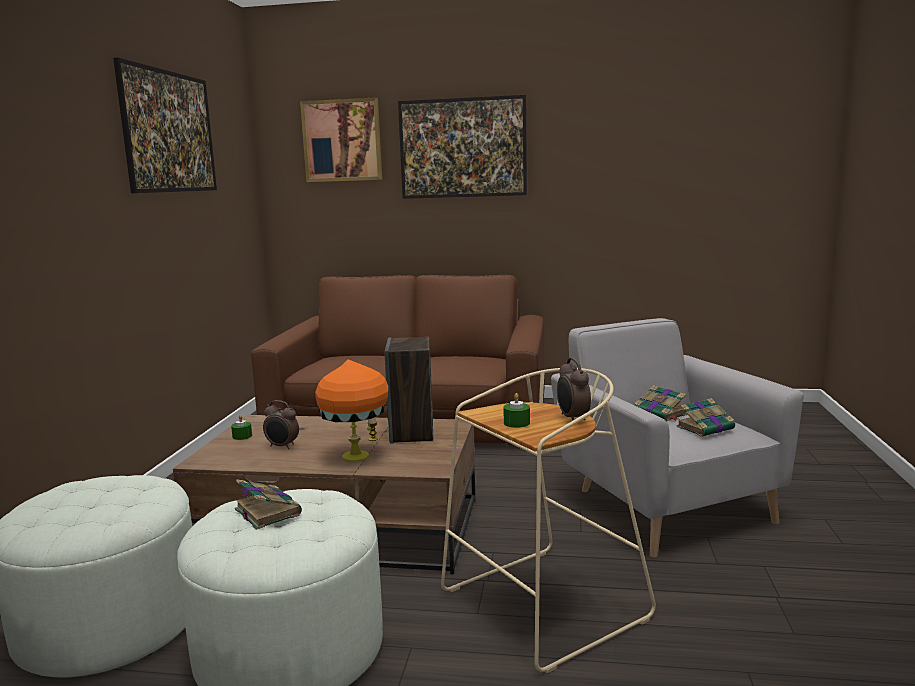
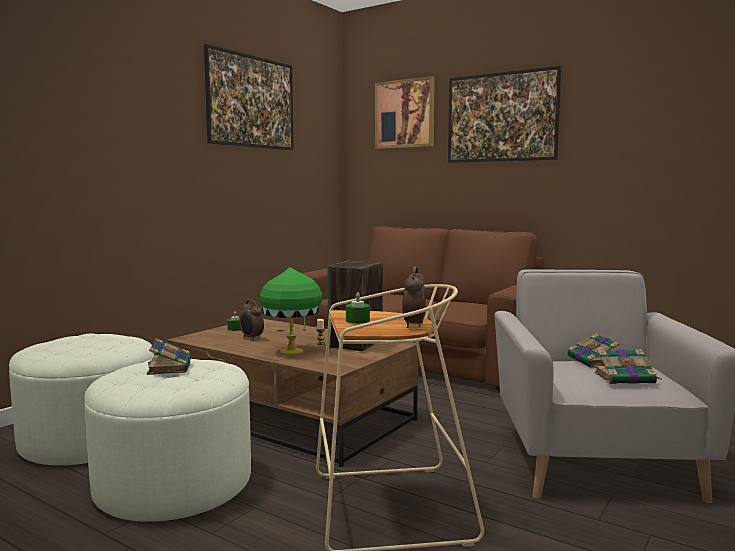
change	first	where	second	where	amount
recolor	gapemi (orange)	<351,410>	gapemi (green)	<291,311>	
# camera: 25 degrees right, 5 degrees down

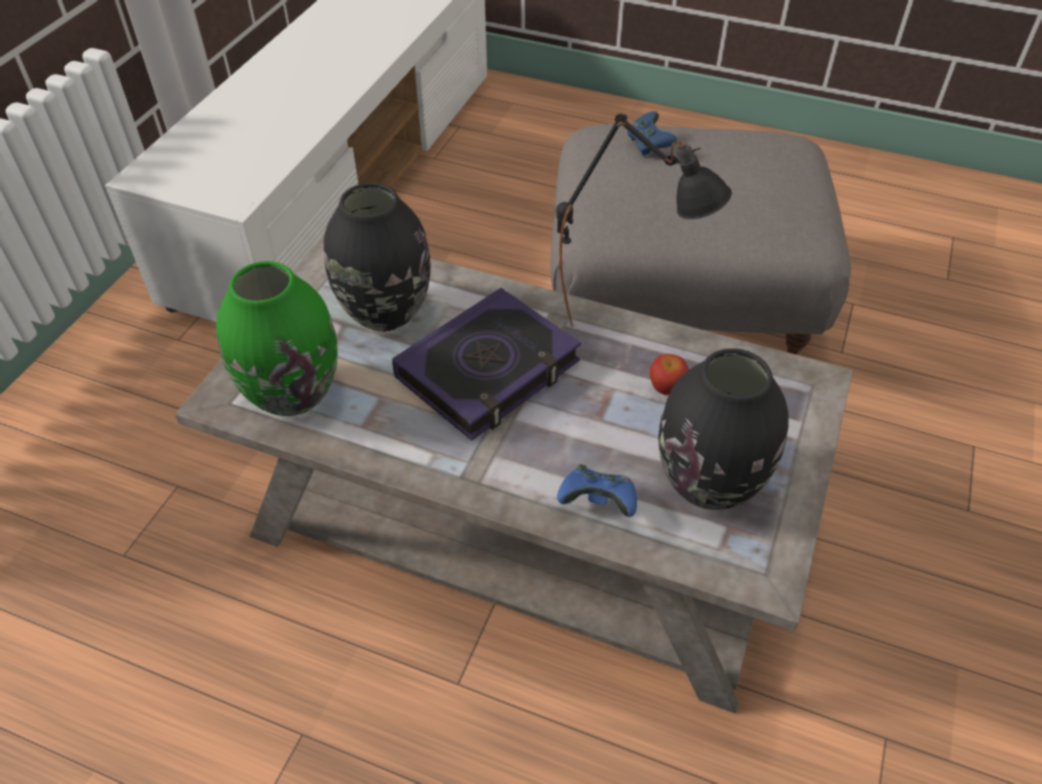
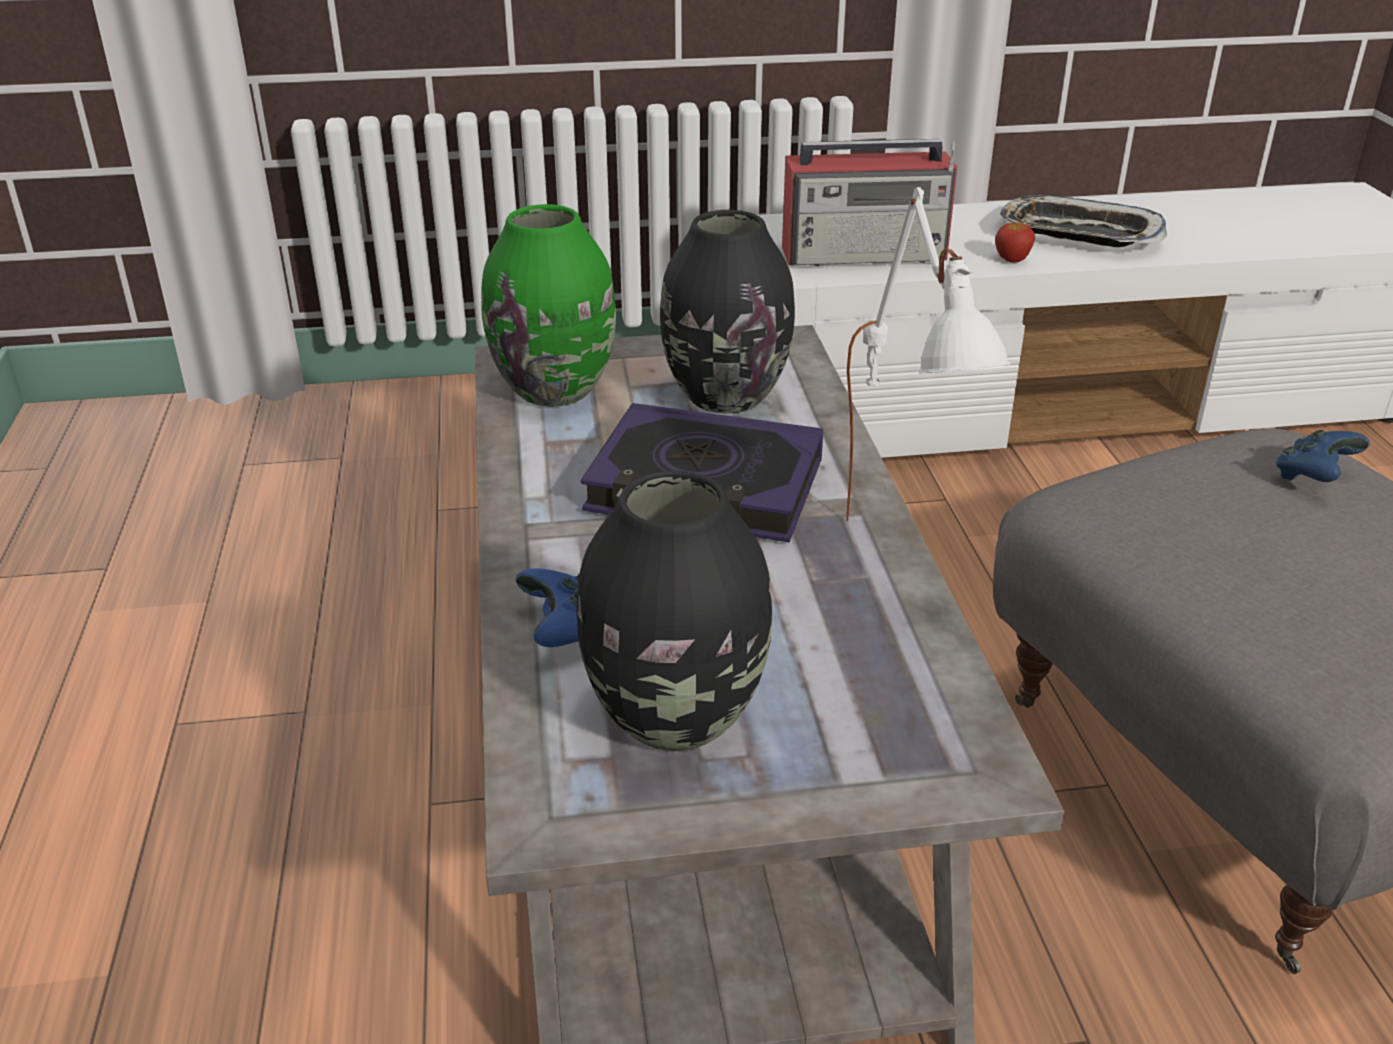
change	first	where	second	where	amount
insert			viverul	<869,202>	
insert			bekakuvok	<1082,221>	
move	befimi	<669,374>		<1015,243>	
recolor	gapemi (black)	<644,220>	gapemi (white)	<929,354>	
# camera: 60 degrees right, 15 degrees down

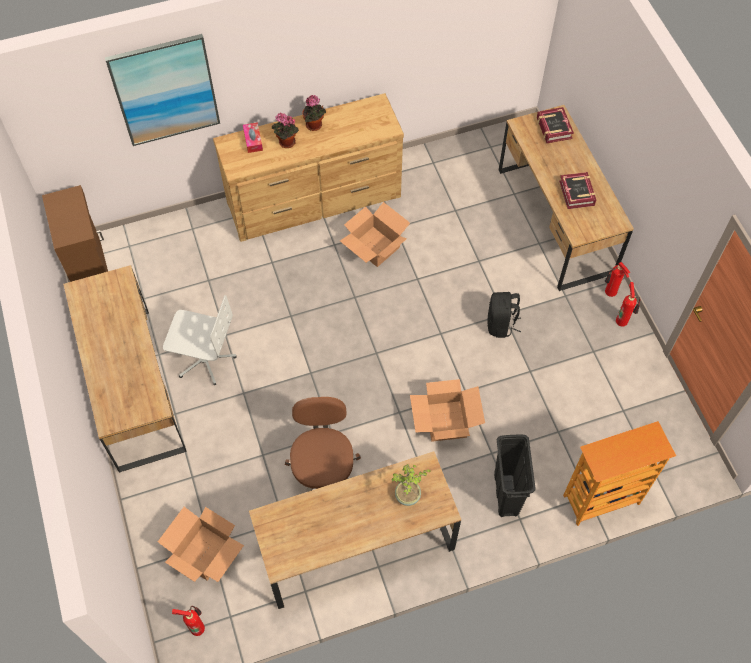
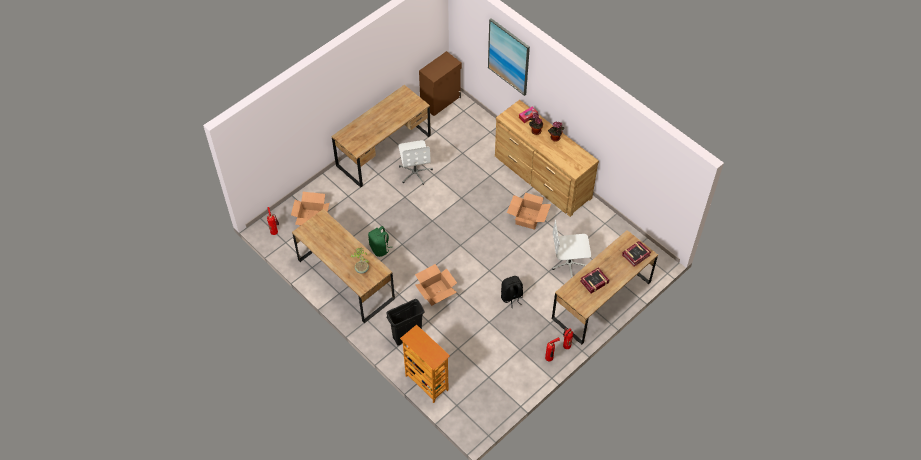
change	first	where	second	where	amount
insert			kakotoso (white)	<571,249>	
replace	kakotoso (brown)	<323,445>	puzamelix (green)	<379,241>	
# camera: 65 degrees right, 5 degrees down

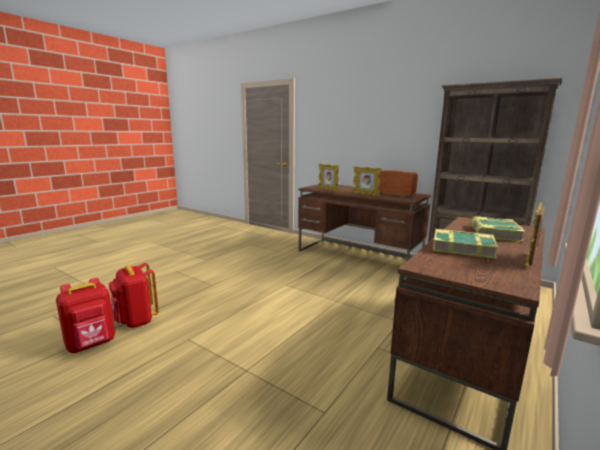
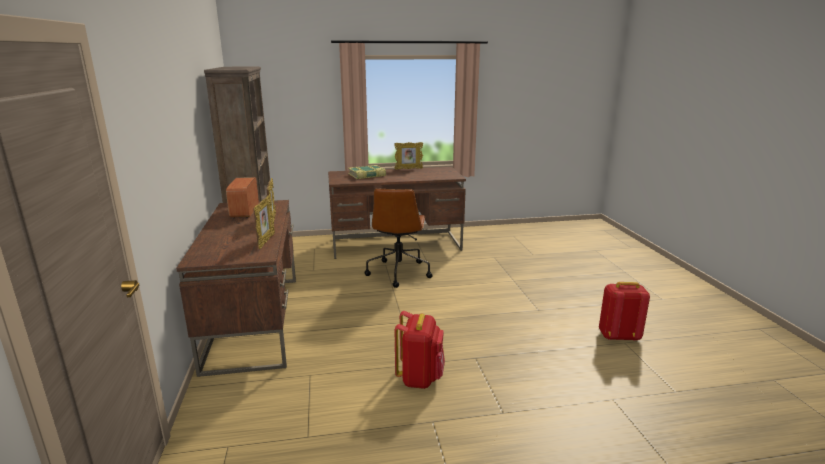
change	first	where	second	where	amount
delete	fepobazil	<466,244>			
insert			kakotoso (brown)	<398,238>	
move	puzamelix (red)	<134,295>		<420,350>	
# camera: 135 degrees left, 5 degrees up

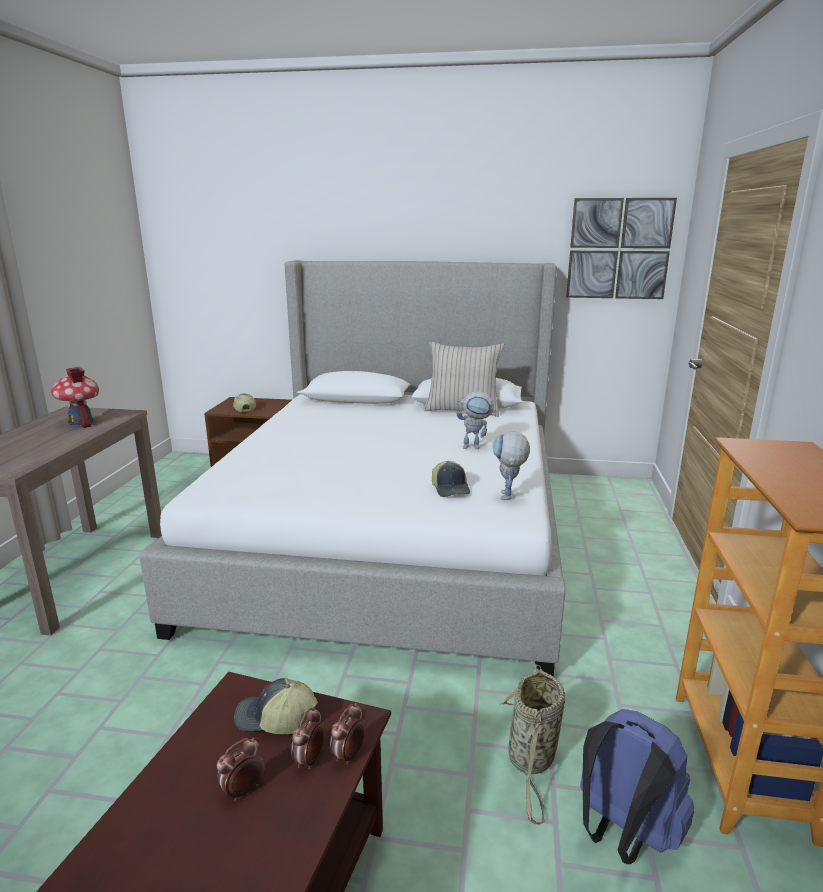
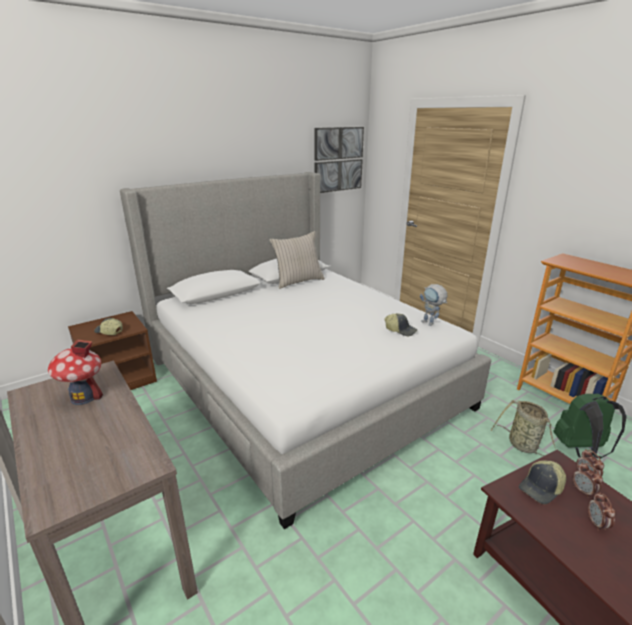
change	first	where	second	where	amount
delete	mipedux	<477,420>			
recolor	puzamelix (blue)	<637,786>	puzamelix (green)	<590,426>	
# camera: 45 degrees left, 5 degrees up

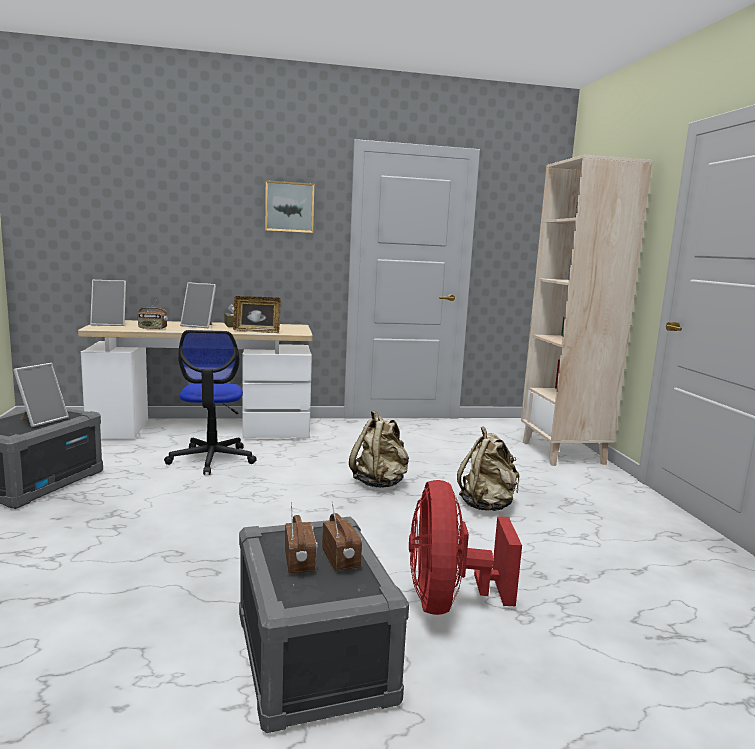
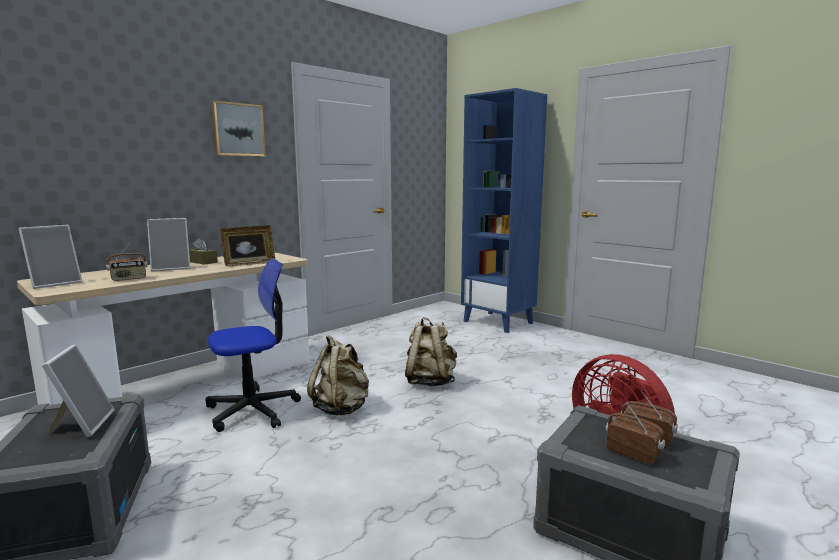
change	first	where	second	where	amount
move	puzamelix (beige)	<488,468>		<338,375>	
recolor	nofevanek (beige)	<587,310>	nofevanek (blue)	<504,210>	
rotate	kakotoso	<210,402>		<253,345>	75 degrees counterclockwise
# camera: 35 degrees left, 0 degrees up

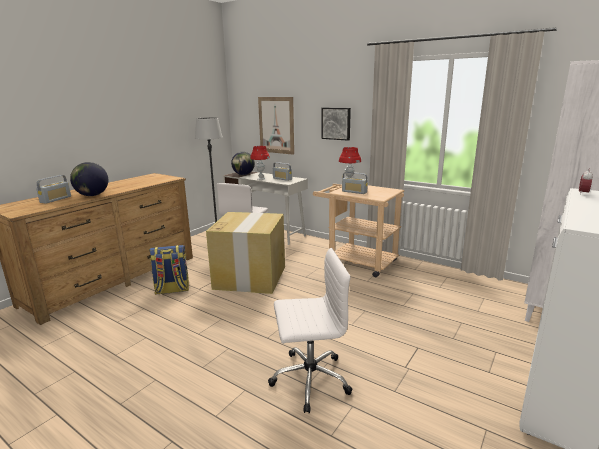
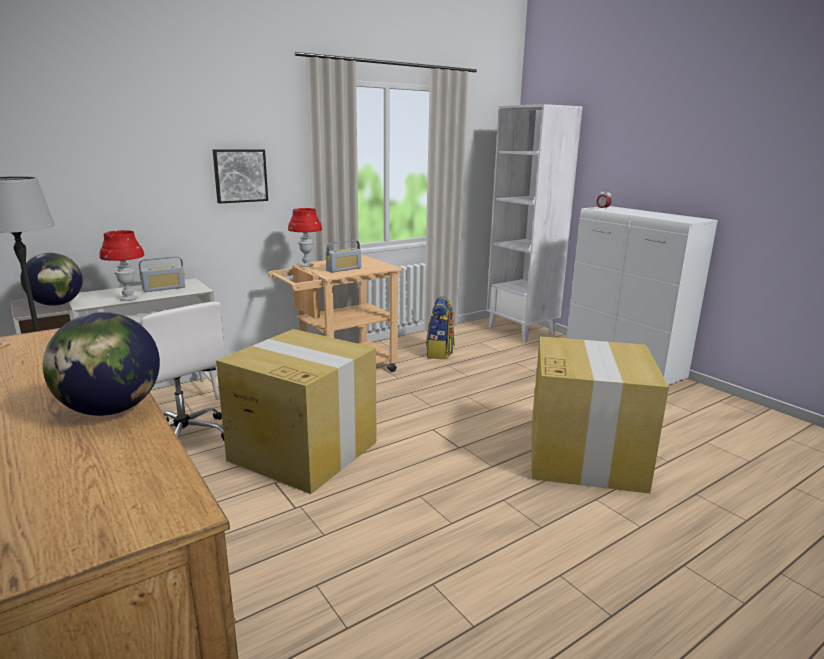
change	first	where	second	where	amount
delete	viverul	<53,189>			
delete	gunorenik	<276,126>			
move	puzamelix	<169,270>		<440,327>	
replace	kakotoso (white)	<310,330>	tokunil	<600,415>	
# camera: 70 degrees left, 0 degrees up

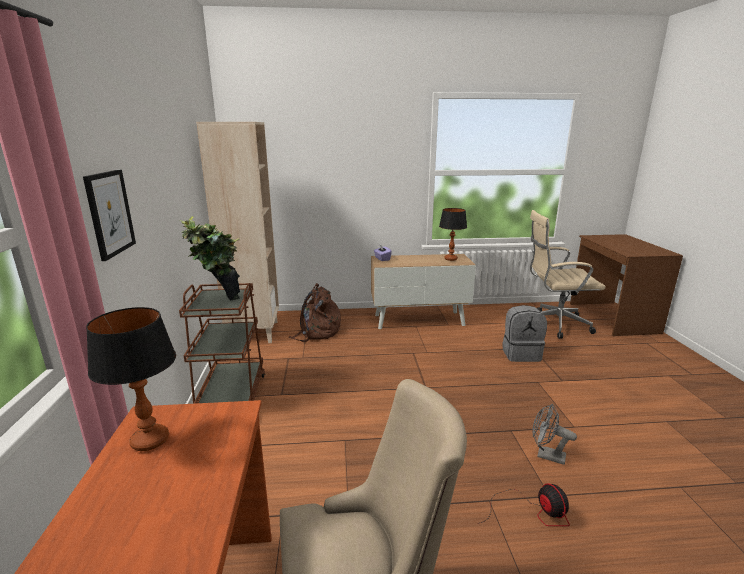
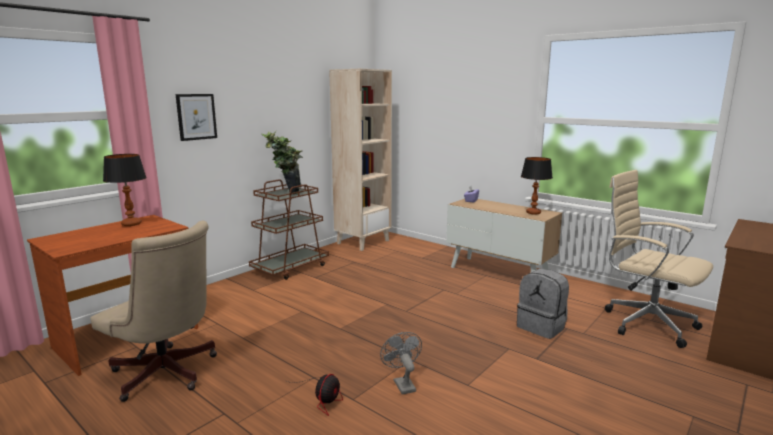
change	first	where	second	where	amount
delete	puzamelix (brown)	<314,312>			
# camera: 45 degrees right, 5 degrees down

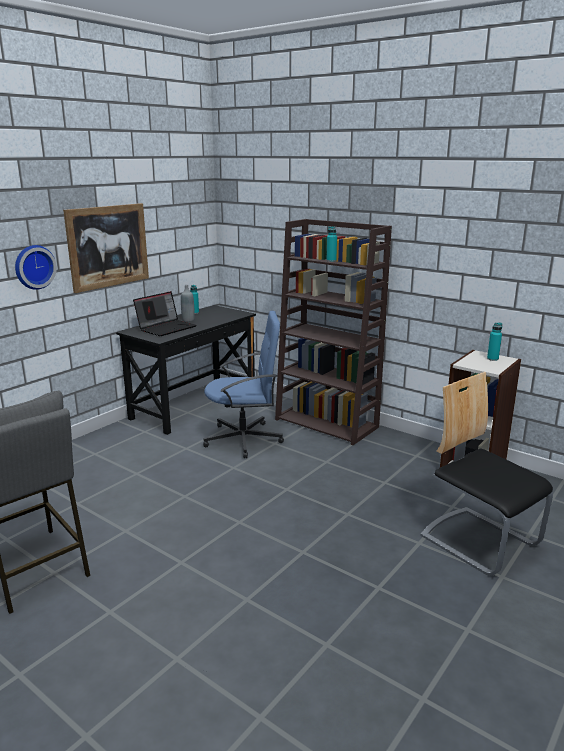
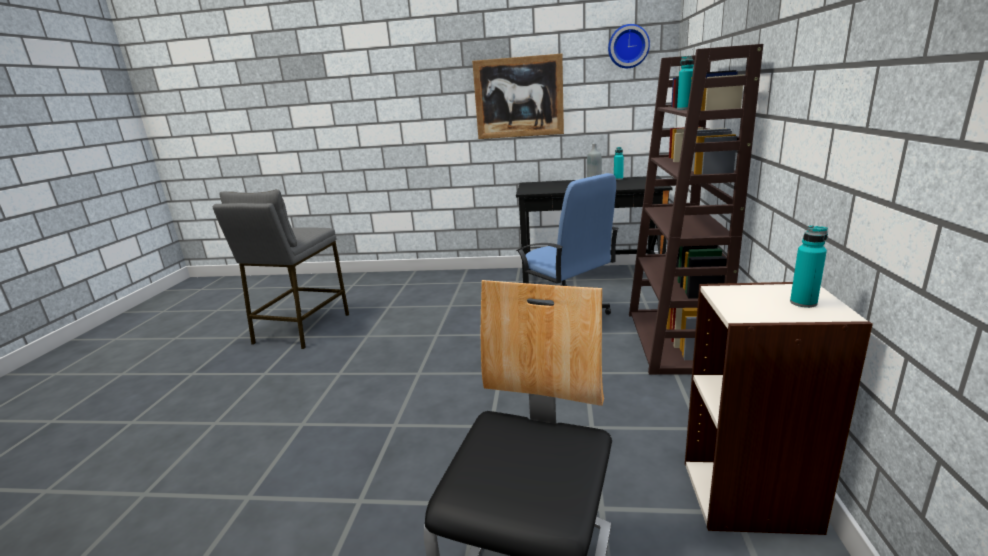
change	first	where	second	where	amount
delete	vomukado	<165,313>			
move	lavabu	<36,267>		<629,46>	
# camera: 60 degrees right, 0 degrees up

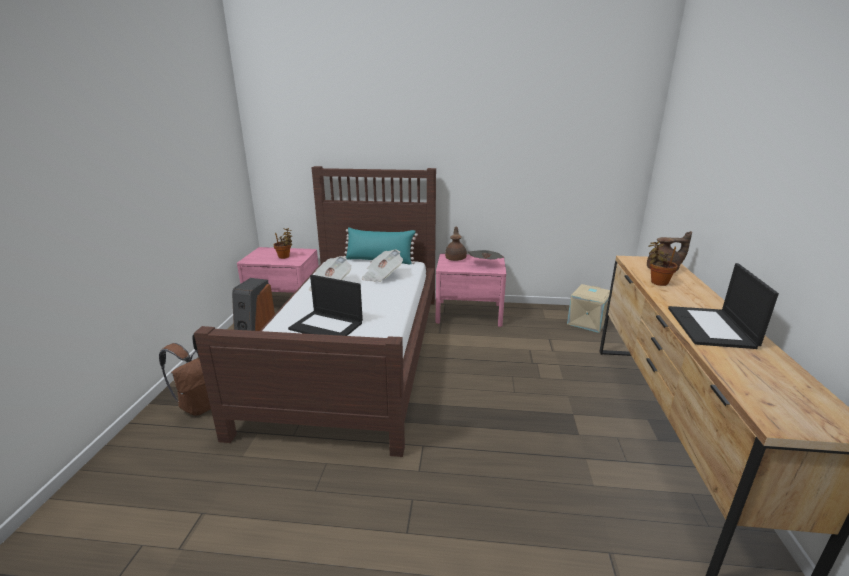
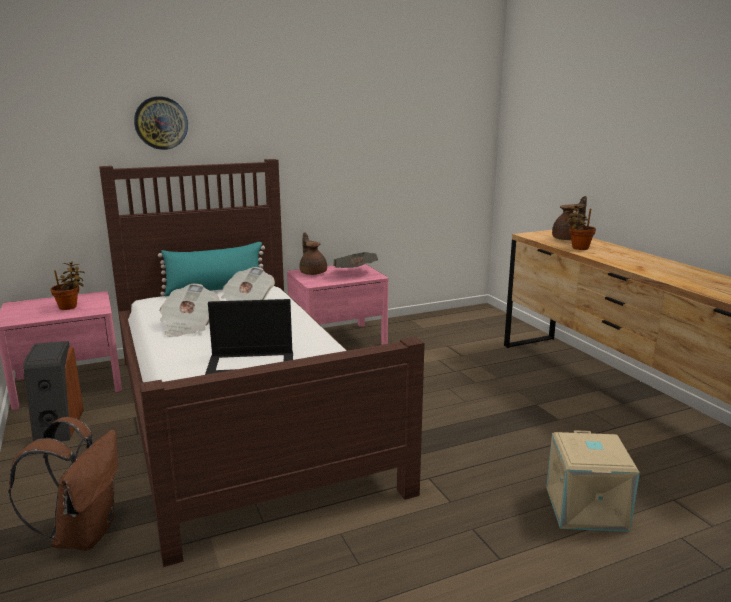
change	first	where	second	where	amount
delete	vomukado	<723,306>			
insert			lavabu	<161,123>	
move	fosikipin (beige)	<588,308>		<593,481>	
# camera: 30 degrees left, 5 degrees down

